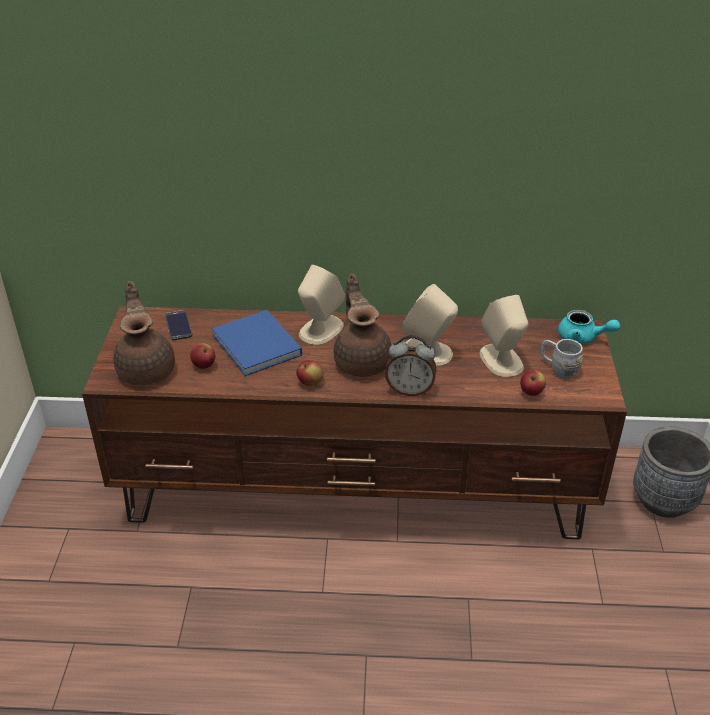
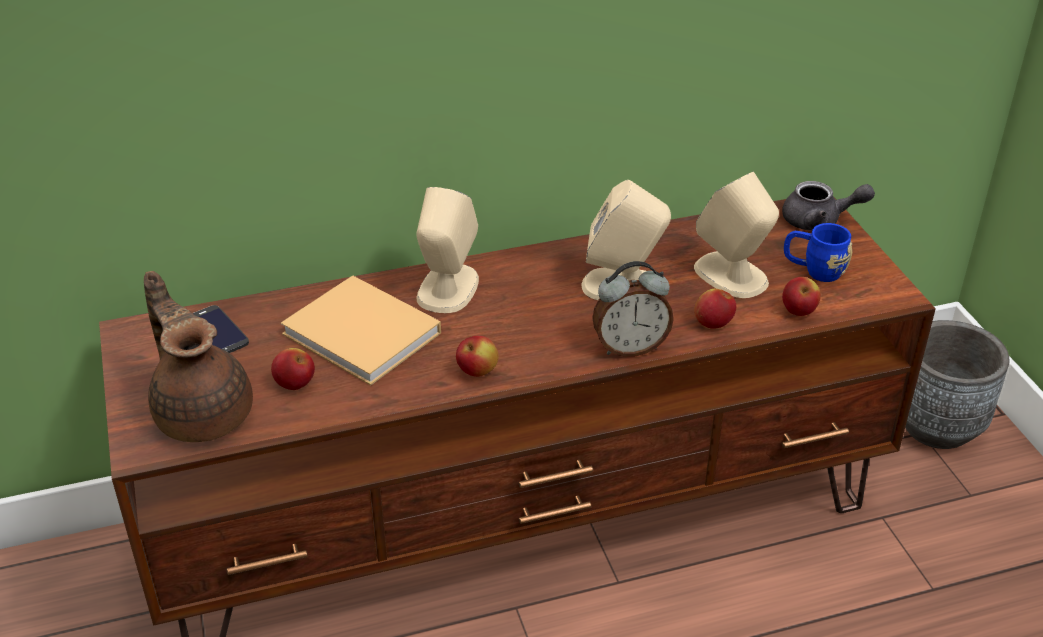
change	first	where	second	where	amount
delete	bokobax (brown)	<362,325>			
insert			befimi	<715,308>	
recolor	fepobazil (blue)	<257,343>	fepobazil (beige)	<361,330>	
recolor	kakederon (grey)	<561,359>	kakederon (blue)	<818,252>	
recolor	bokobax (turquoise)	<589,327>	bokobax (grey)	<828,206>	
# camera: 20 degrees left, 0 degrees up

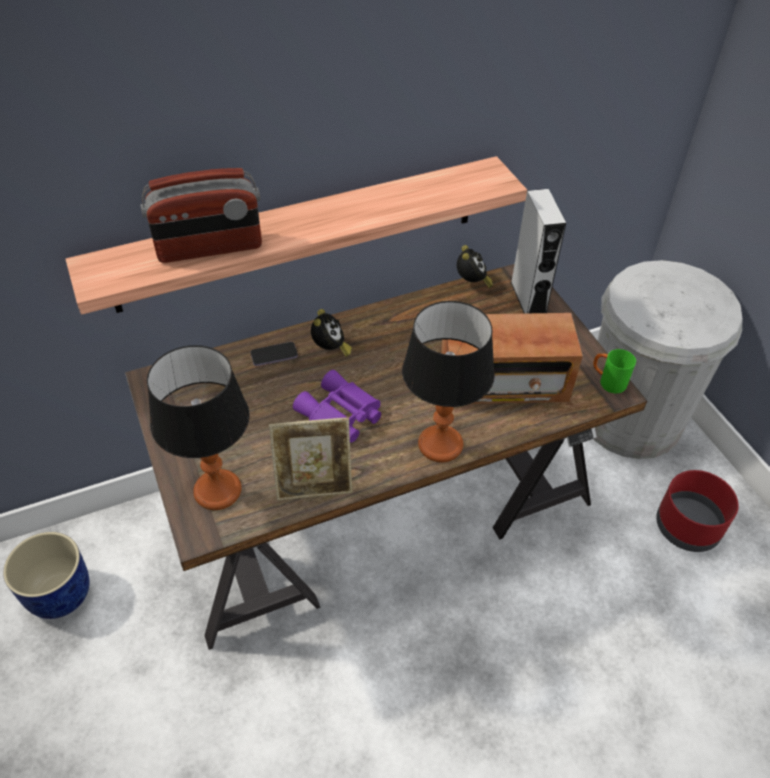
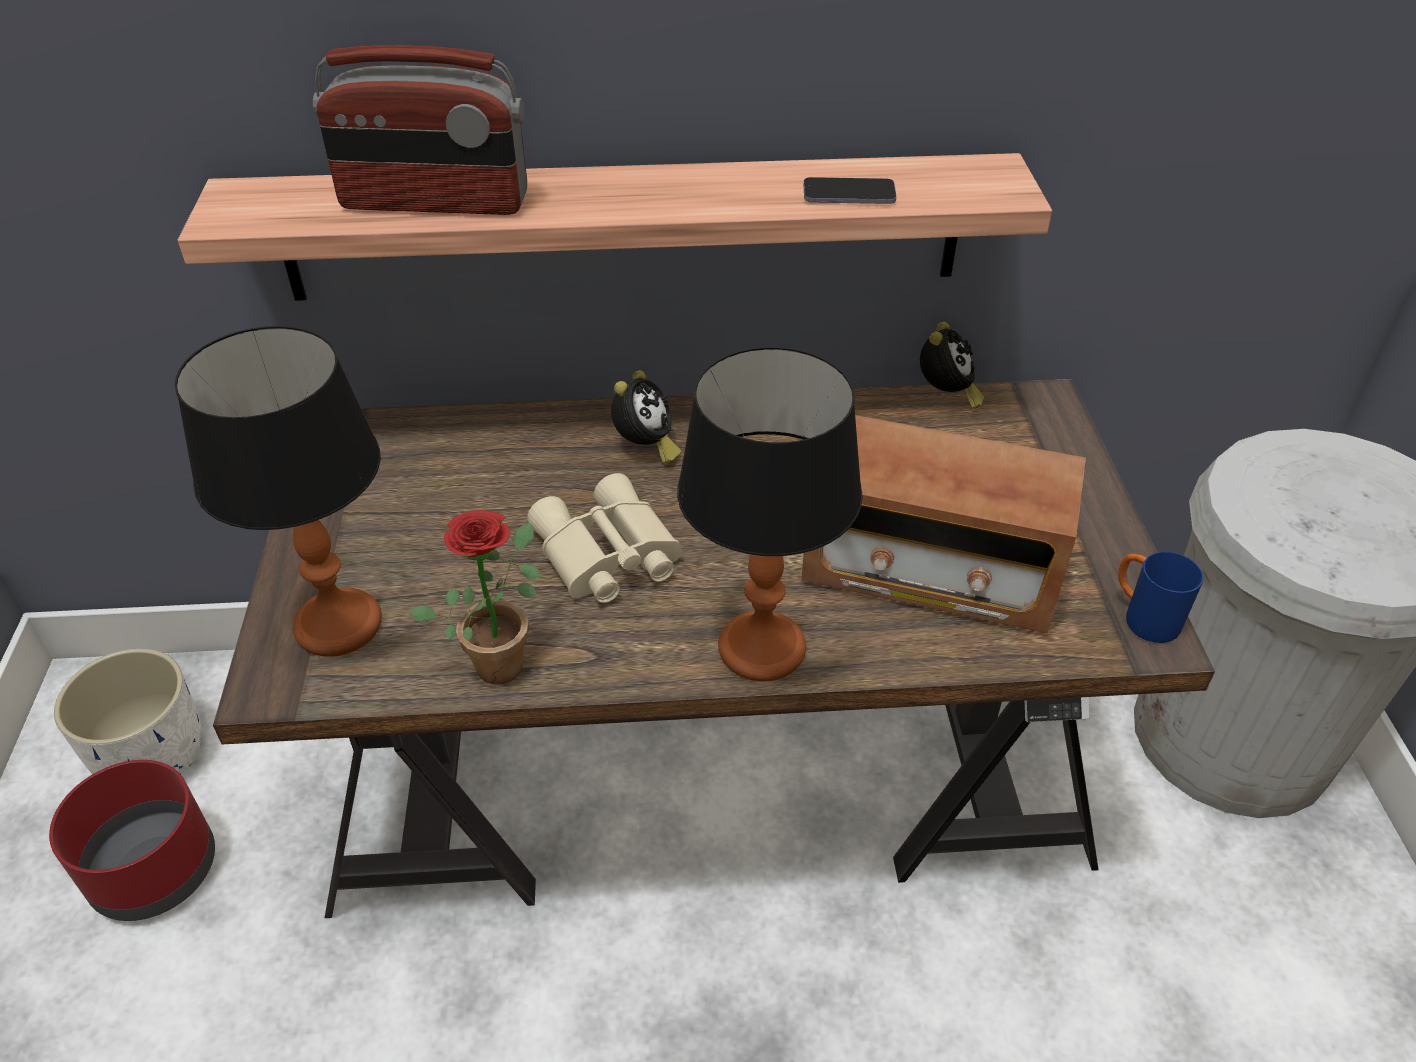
change	first	where	second	where	amount
delete	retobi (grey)	<538,251>			
move	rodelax	<274,354>		<850,190>	
move	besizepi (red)	<697,511>		<132,840>	
replace	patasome	<310,459>	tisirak	<475,597>	
recolor	besizepi (blue)	<46,575>	besizepi (white)	<128,712>	
recolor	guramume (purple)	<337,406>	guramume (beige)	<604,538>	
recolor	kakederon (green)	<614,371>	kakederon (blue)	<1161,597>	
# camera: 20 degrees right, 5 degrees down

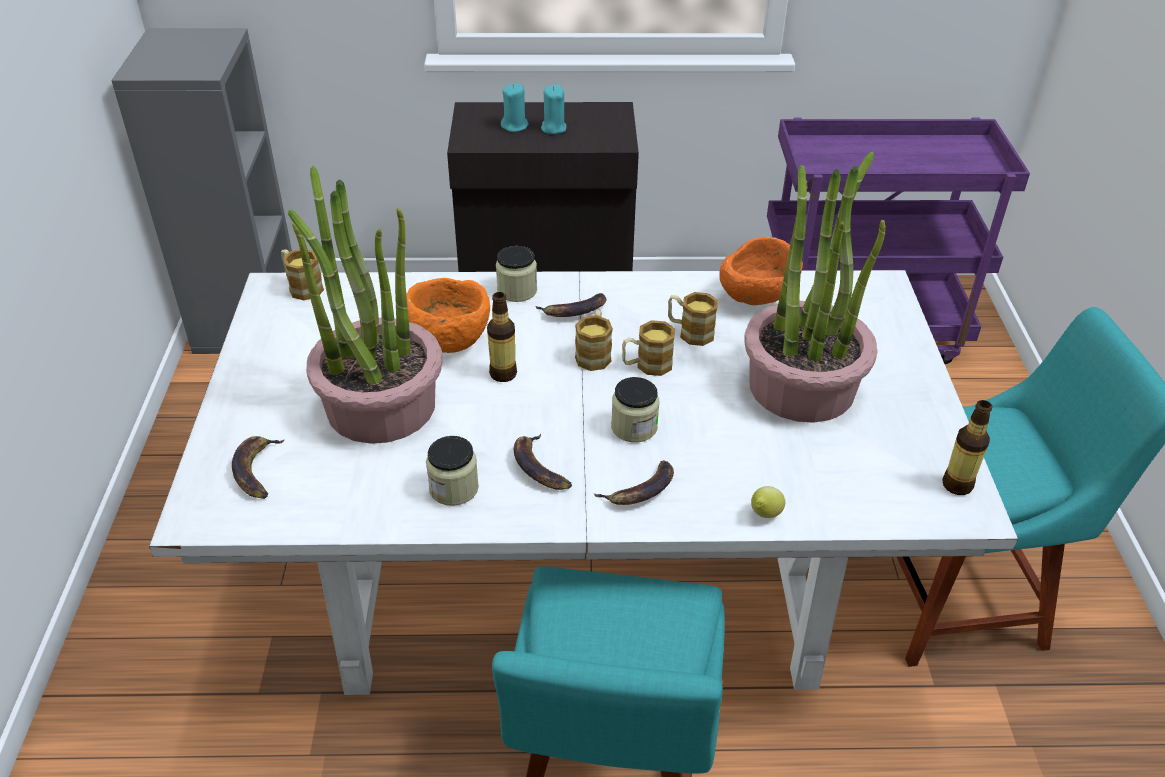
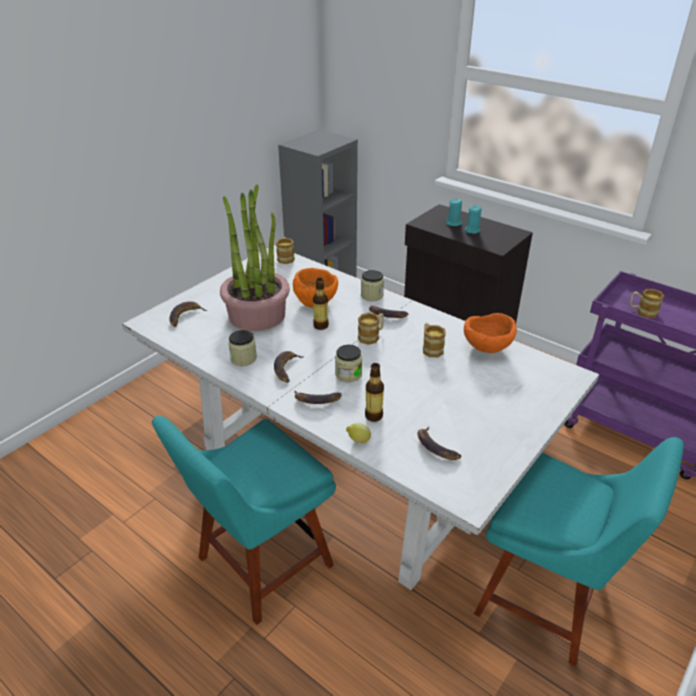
change	first	where	second	where	amount
delete	tisirak	<815,287>			
insert			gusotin	<439,443>	
move	kakederon	<648,348>		<647,303>	
move	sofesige	<967,447>		<374,392>	
# camera: 40 degrees right, 5 degrees down

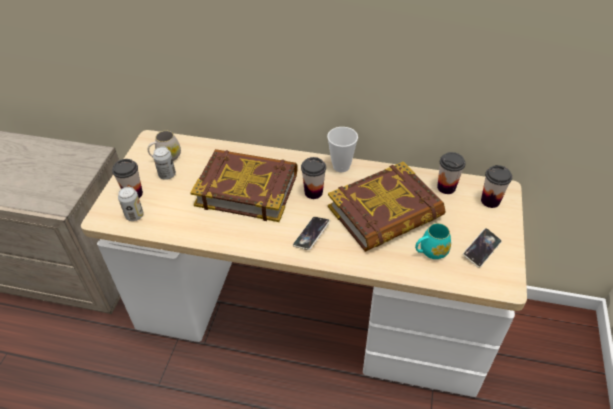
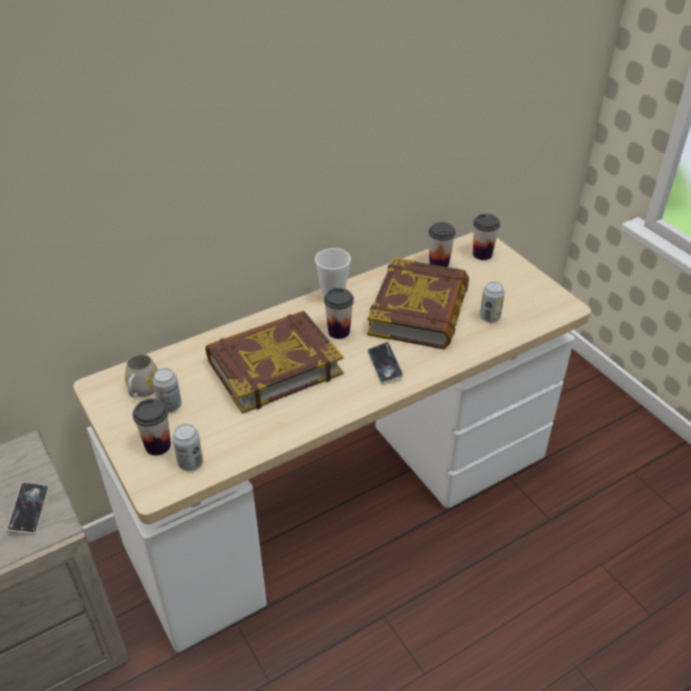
change	first	where	second	where	amount
move	rodelax	<482,248>		<28,508>	
replace	kakederon (turquoise)	<433,241>	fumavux	<492,302>	
# camera: 45 degrees left, 5 degrees down

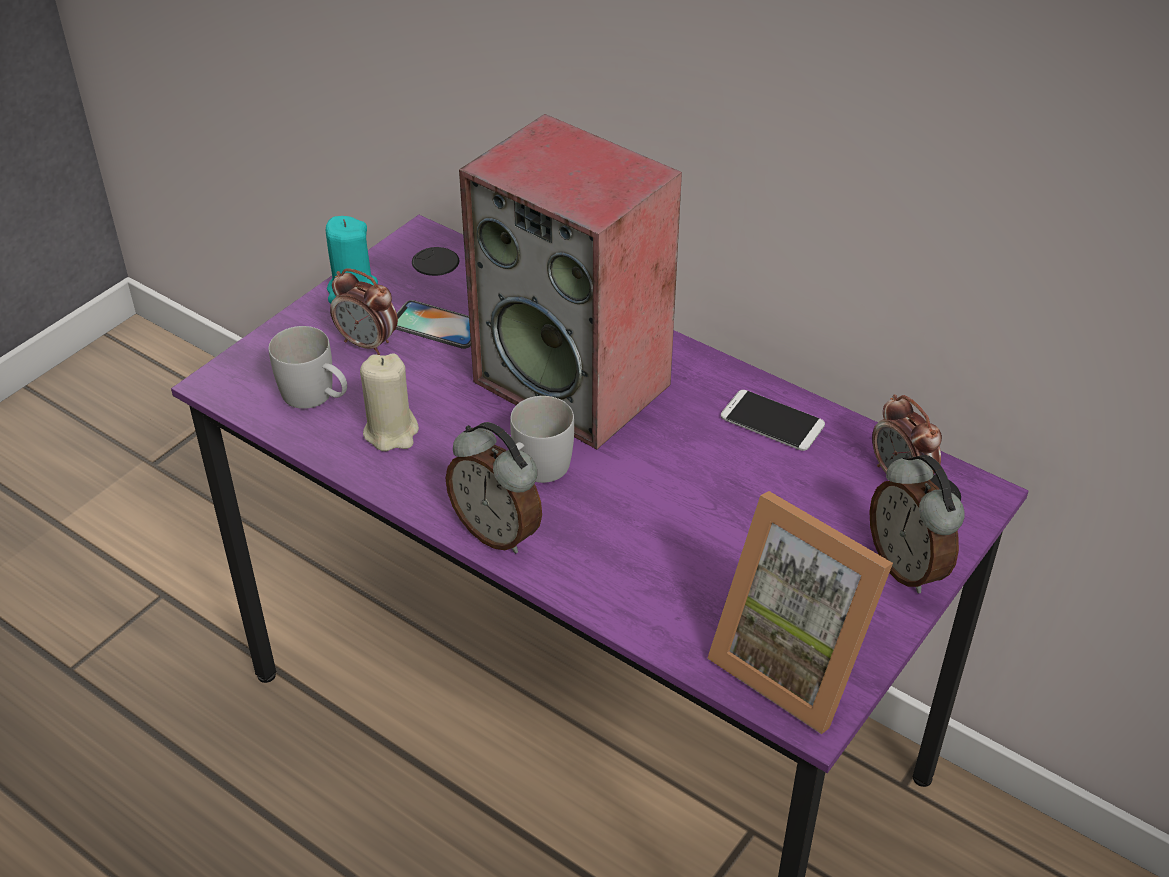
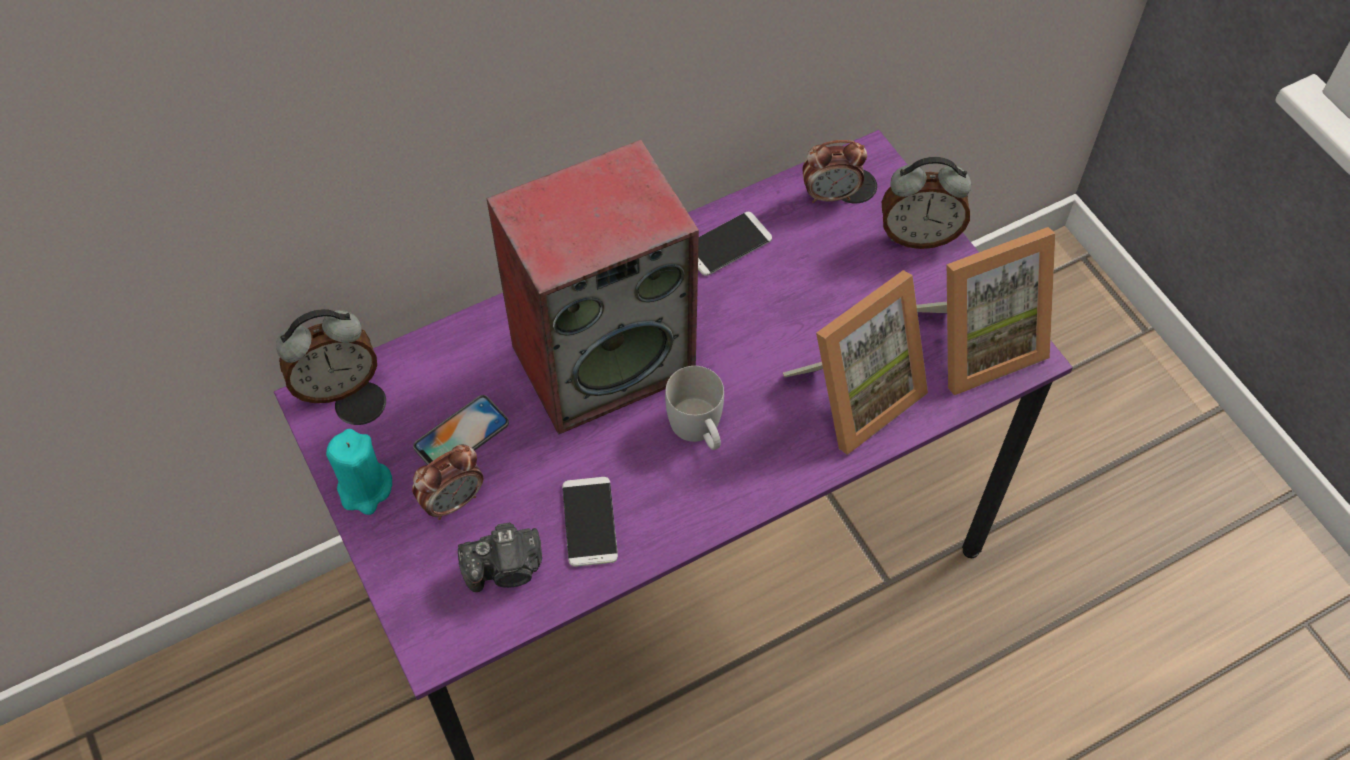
change	first	where	second	where	amount
insert			patasome	<855,362>	
move	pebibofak	<493,488>		<326,356>	
replace	kakederon (white)	<308,367>	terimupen	<500,557>	
replace	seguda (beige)	<389,402>	rodelax	<590,522>	
# camera: 65 degrees left, 15 degrees up

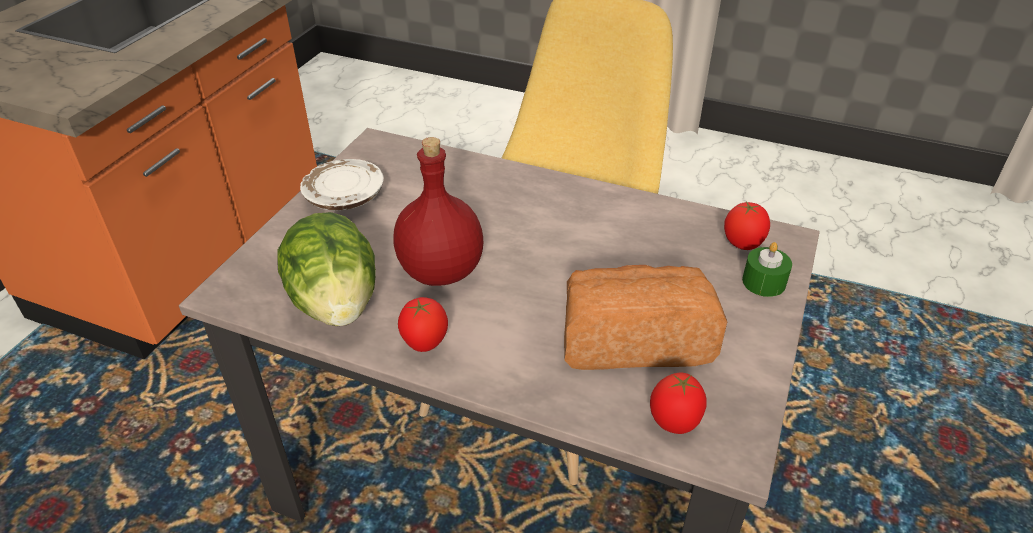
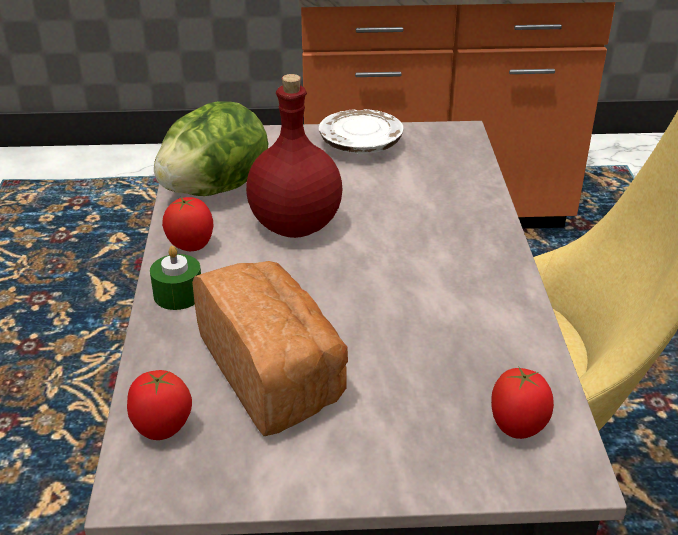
change	first	where	second	where	amount
move	seguda (green)	<767,269>		<175,278>	
# camera: 65 degrees right, 5 degrees down

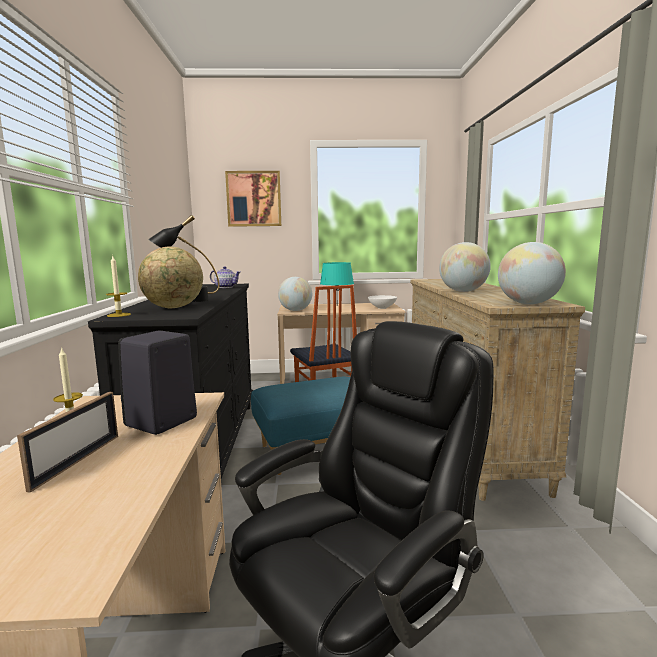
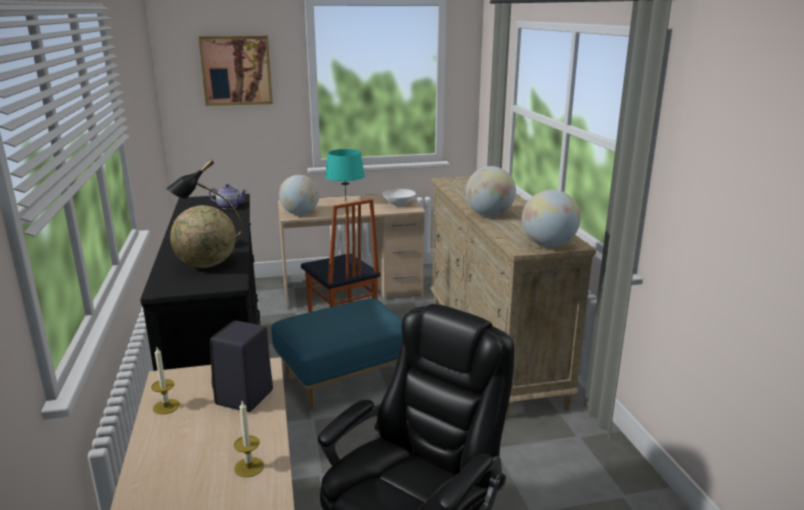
change	first	where	second	where	amount
delete	patasome	<67,442>			
move	seguda	<118,286>		<249,439>	
# camera: 10 degrees left, 10 degrees up

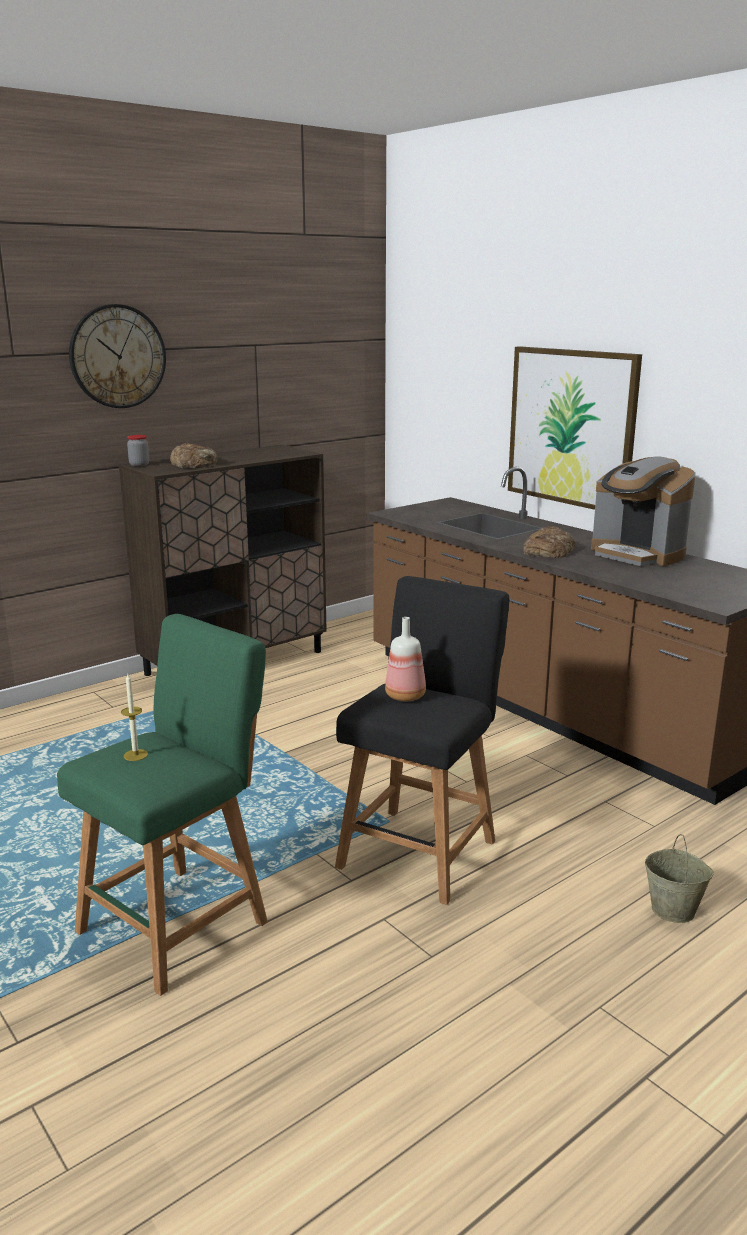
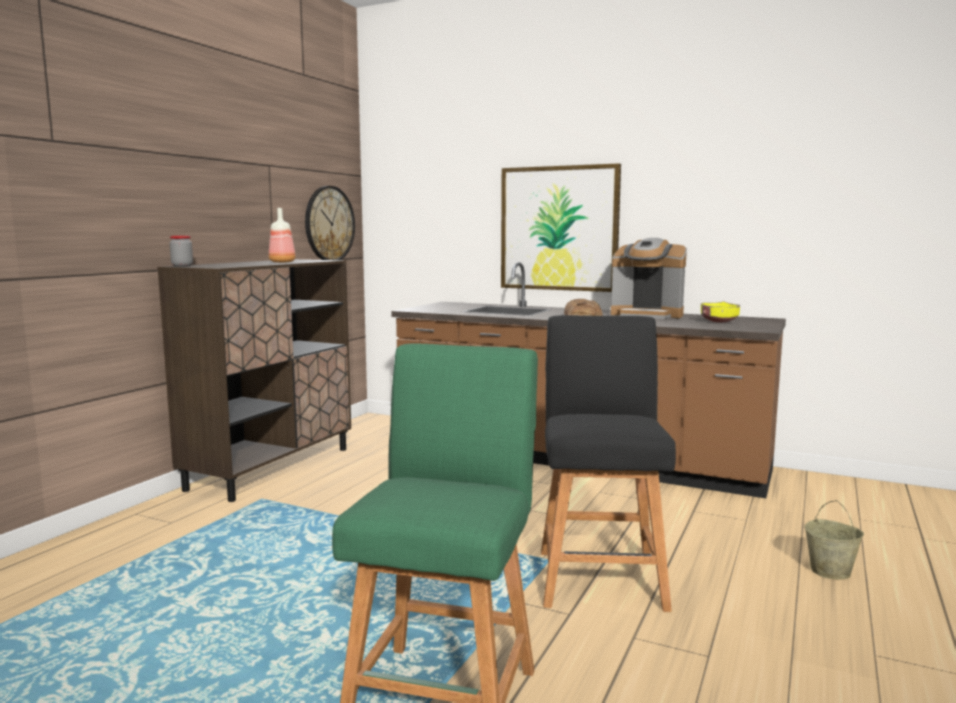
change	first	where	second	where	amount
delete	seguda	<134,717>			
delete	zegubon	<194,455>			
insert			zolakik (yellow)	<720,311>	
move	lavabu	<117,356>		<330,223>	
move	sofesige	<405,659>		<282,235>	
# camera: 25 degrees left, 10 degrees down

